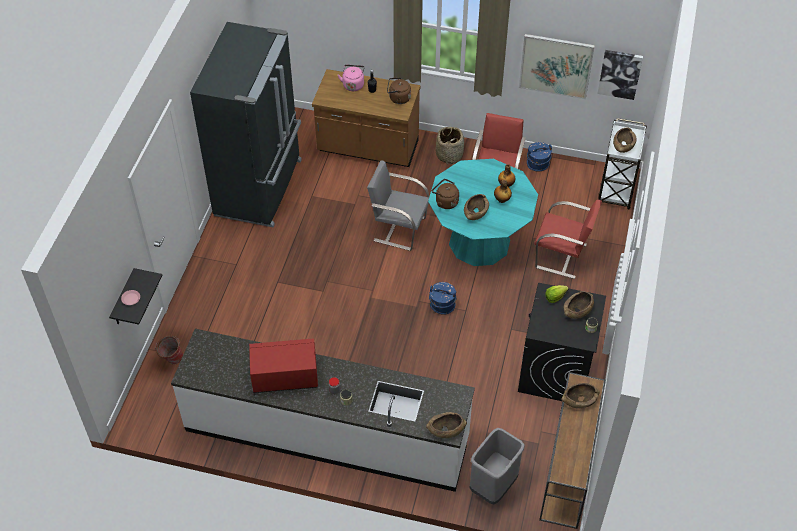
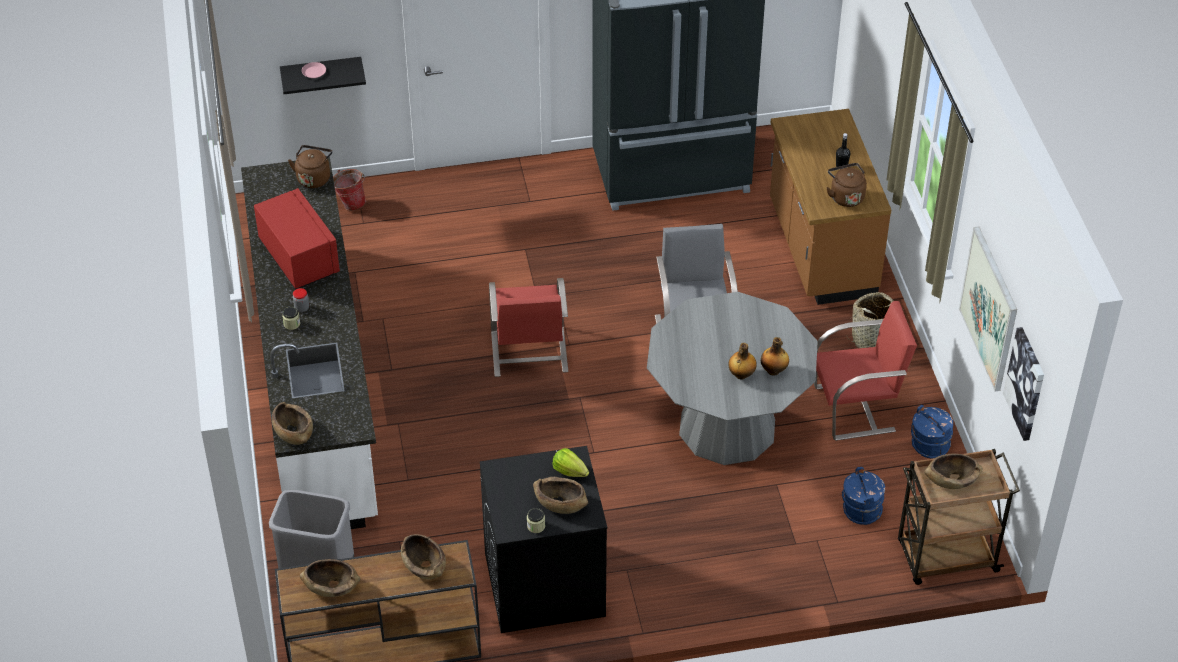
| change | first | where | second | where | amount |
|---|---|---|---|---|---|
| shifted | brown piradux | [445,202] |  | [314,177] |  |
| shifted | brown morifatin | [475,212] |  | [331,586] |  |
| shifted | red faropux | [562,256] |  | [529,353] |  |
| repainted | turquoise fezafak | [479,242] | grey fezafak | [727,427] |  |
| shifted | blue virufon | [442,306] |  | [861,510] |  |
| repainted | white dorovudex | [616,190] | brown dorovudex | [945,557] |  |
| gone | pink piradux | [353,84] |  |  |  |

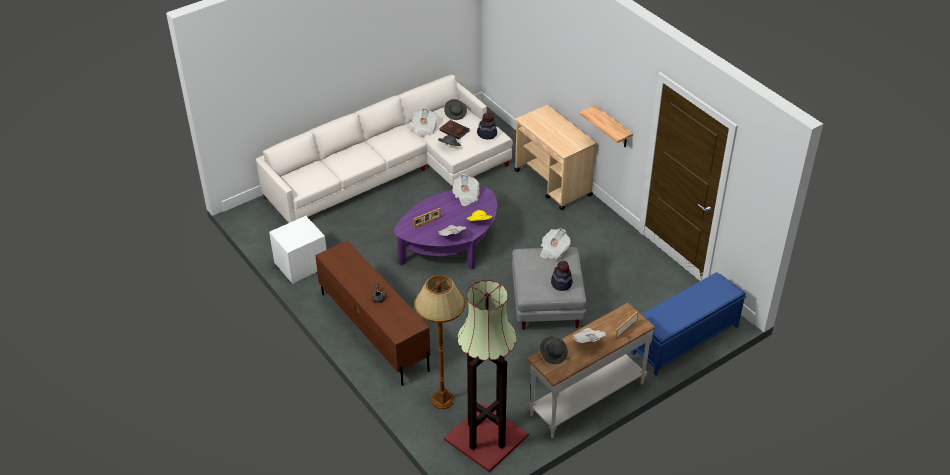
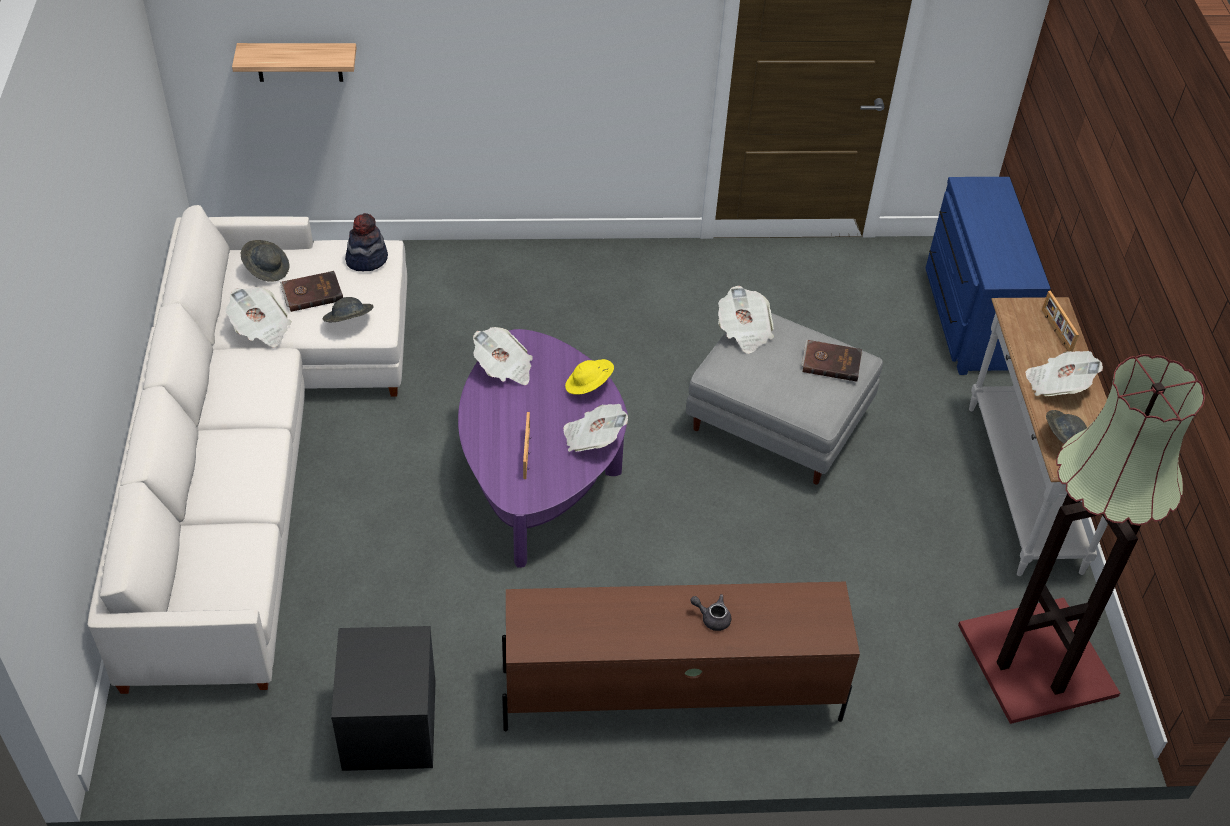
| change | first | where | second | where | amount |
|---|---|---|---|---|---|
| shifted | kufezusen | [613,127] |  | [299,62] |  |
| repainted | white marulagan | [301,265] | black marulagan | [390,726] |  |
| swapped | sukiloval | [561,283] | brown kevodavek | [831,362] |  |
| swapped | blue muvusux | [684,340] | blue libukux | [967,317] |  |
| gone | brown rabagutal | [442,399] |  |  |  |
| gone | beige dorovudex | [553,183] |  |  |  |

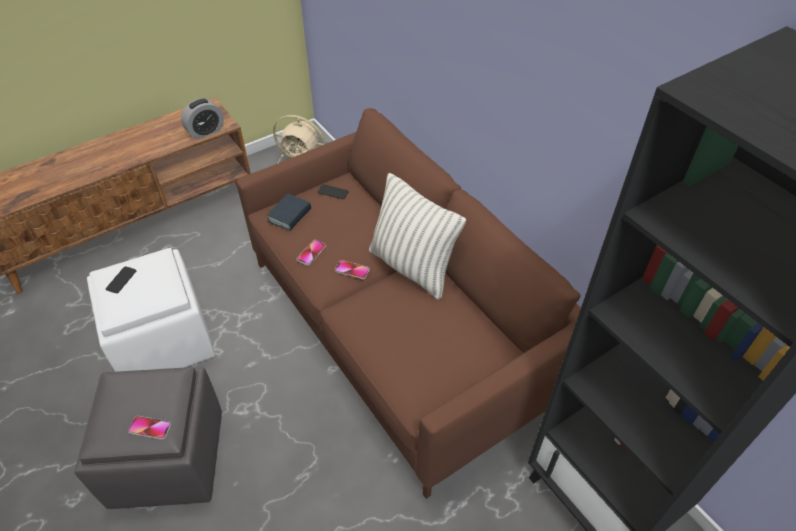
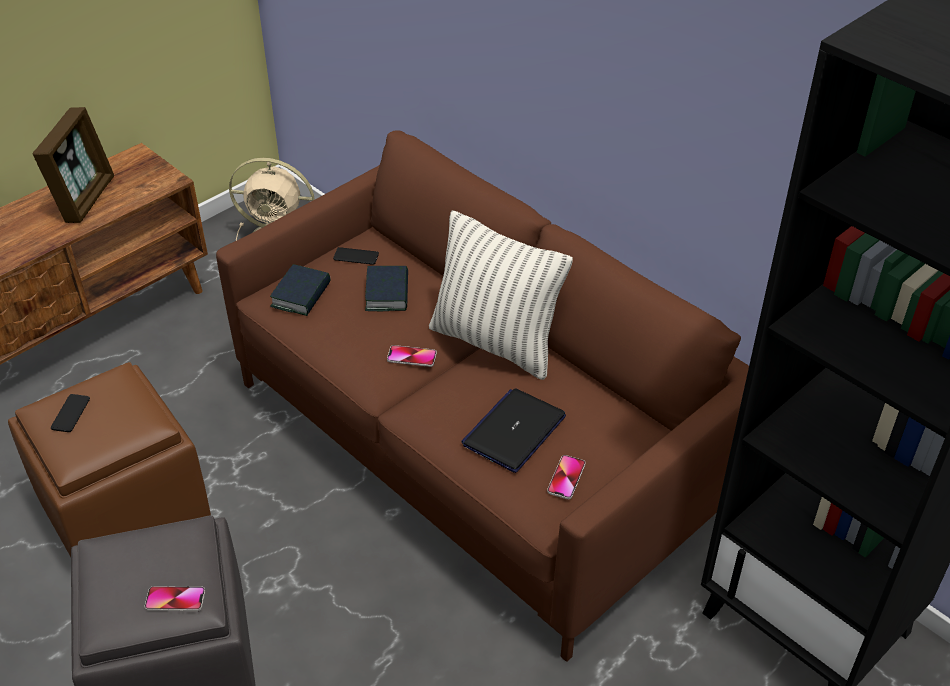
| change | first | where | second | where | amount |
|---|---|---|---|---|---|
| repainted | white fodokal | [164,340] | brown fodokal | [125,508] |  |
| new |  |  | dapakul | [85,199] |  |
| new |  |  | kevodavek | [387,293] |  |
| new |  |  | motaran | [514,431] |  |
| shifted | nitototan | [311,253] |  | [566,478] |  |
| gone | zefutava | [206,131] |  |  |  |

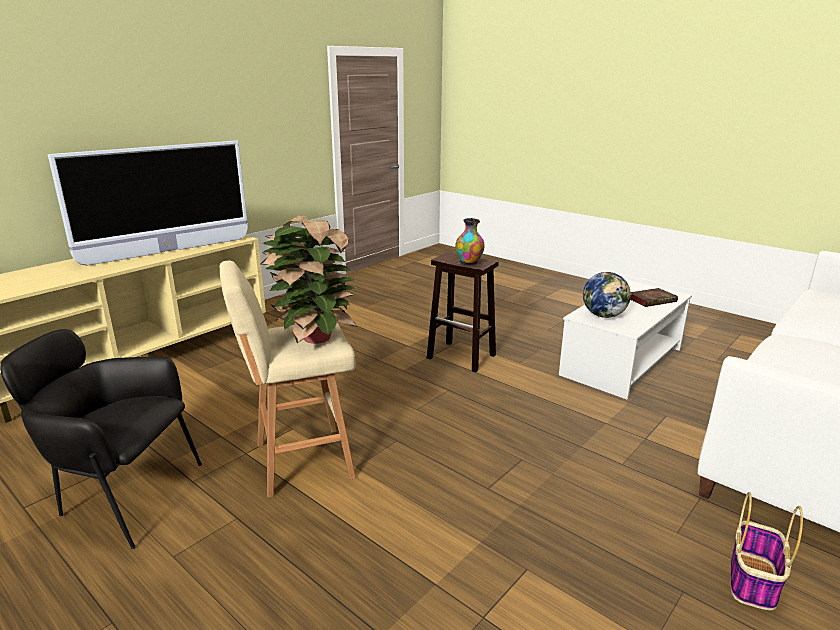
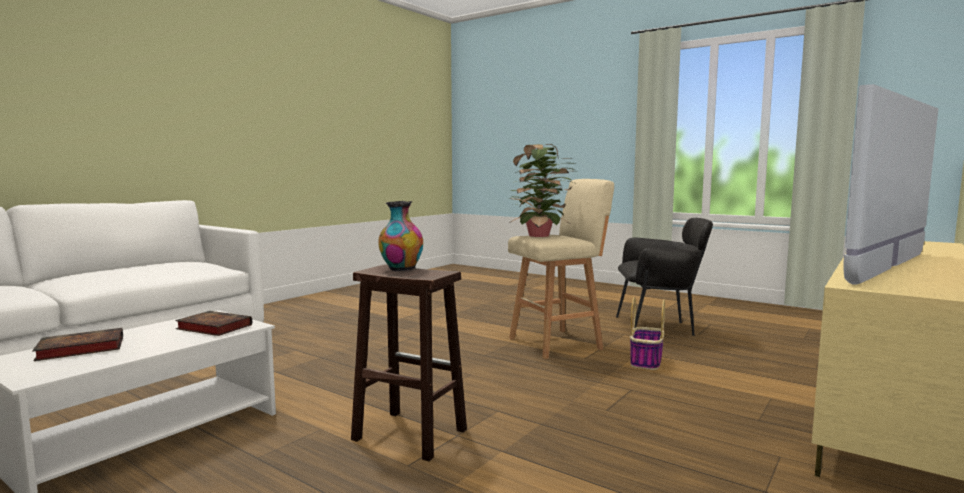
| change | first | where | second | where | amount |
|---|---|---|---|---|---|
| swapped | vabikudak | [604,315] | kevodavek | [212,327] |  |
| shifted | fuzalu | [753,581] |  | [646,361] |  |

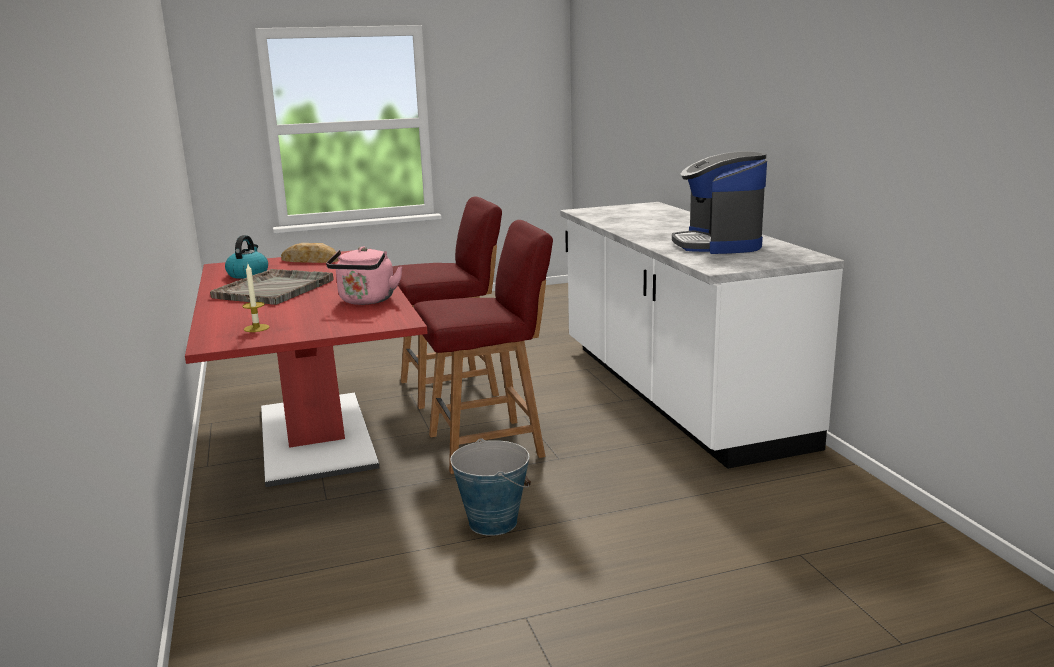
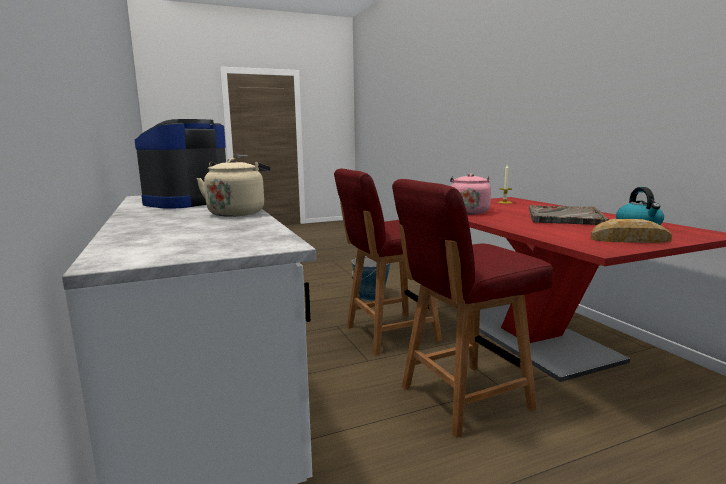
| change | first | where | second | where | amount |
|---|---|---|---|---|---|
| rotated | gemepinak | [718,244] |  | [186,202] | 135 degrees counterclockwise |
| new |  |  | beige piradux | [237,213] |  |

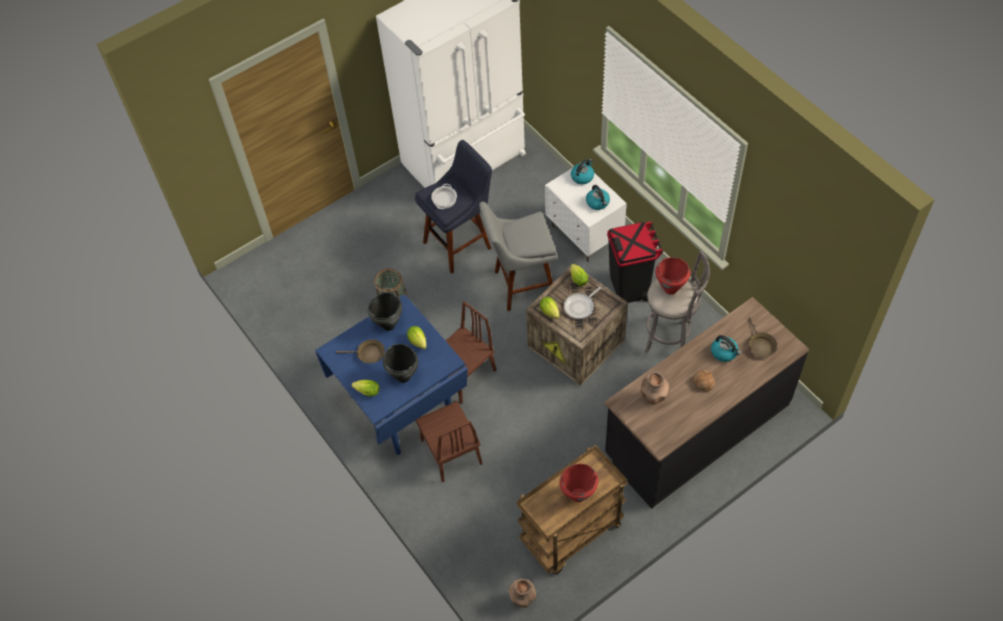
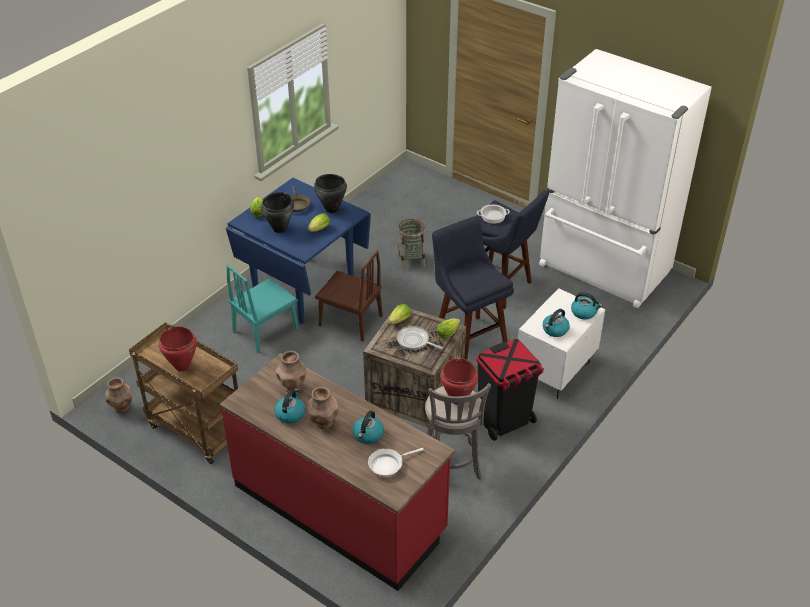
| change | first | where | second | where | amount |
|---|---|---|---|---|---|
| repainted | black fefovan | [696,429] | red fefovan | [340,508] |  |
| repainted | brown faropux | [451,451] | turquoise faropux | [266,330] |  |
| new |  |  | piradux | [290,414] |  |
| swapped | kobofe | [703,382] | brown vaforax | [323,423] |  |
| repainted | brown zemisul | [760,345] | white zemisul | [388,465] |  |
| repainted | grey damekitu | [520,286] | blue damekitu | [468,338] |  |

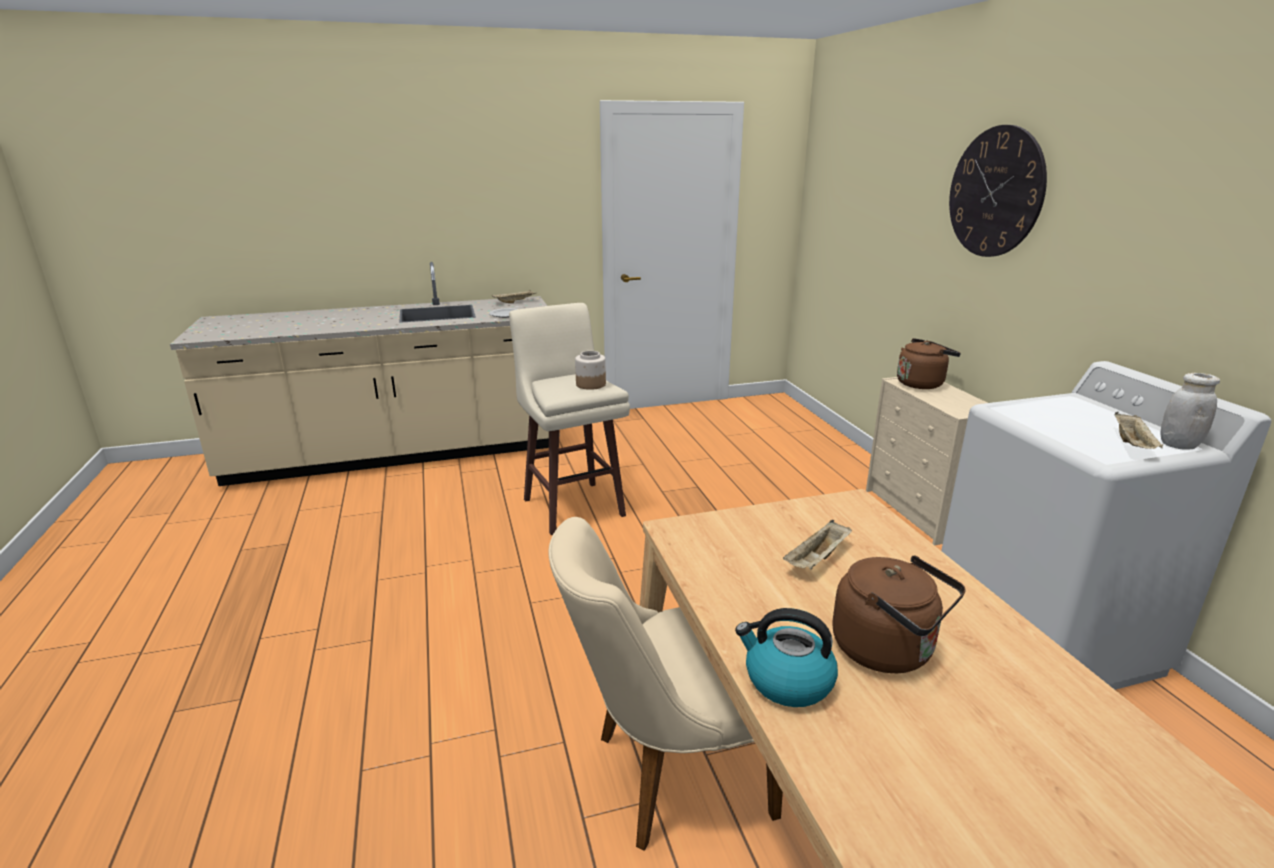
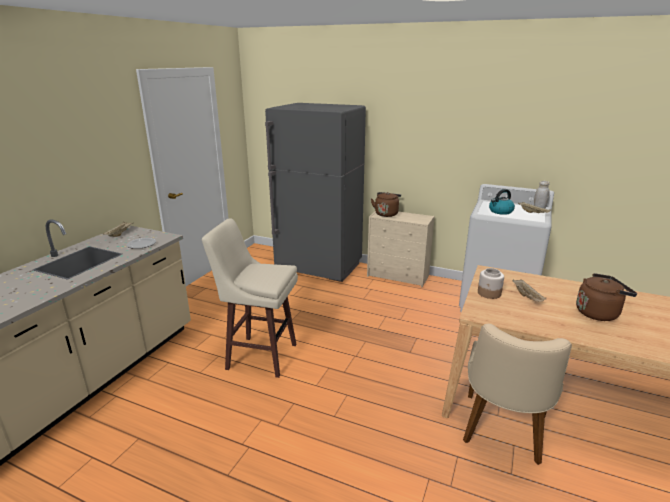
| change | first | where | second | where | amount |
|---|---|---|---|---|---|
| new |  |  | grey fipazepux | [319,269] |  |
| shifted | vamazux | [590,384] |  | [489,293] |  |
| shifted | piradux | [787,681] |  | [500,211] |  |
| gone | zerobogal | [995,192] |  |  |  |

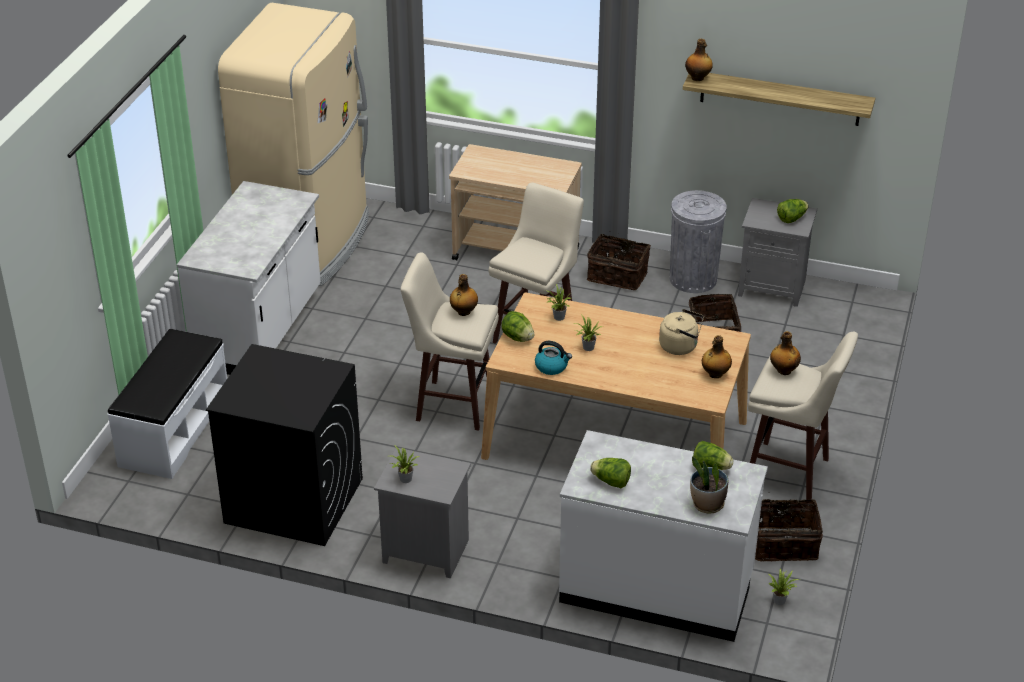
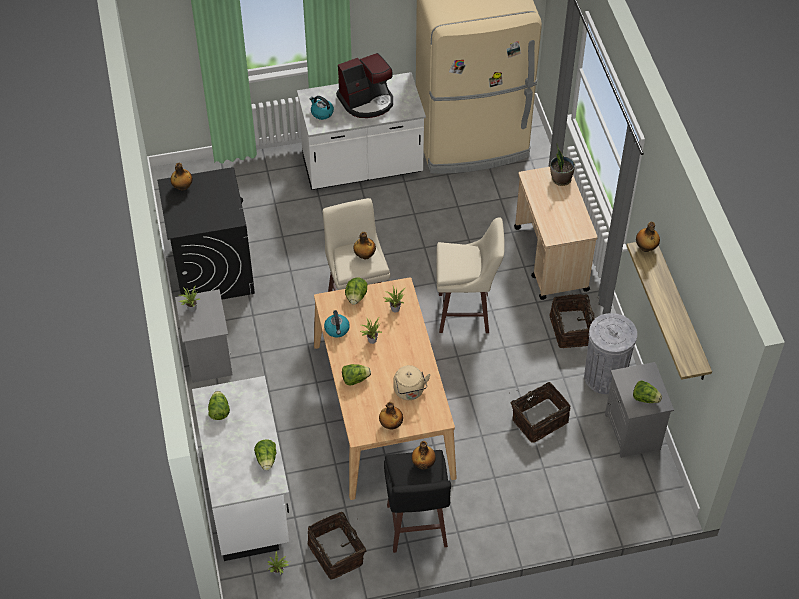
| change | first | where | second | where | amount |
|---|---|---|---|---|---|
| new |  |  | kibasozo | [182,187] |  |
| new |  |  | piradux | [321,113] |  |
| new |  |  | gemepinak | [367,101] |  |
| new |  |  | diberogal | [355,379] |  |
| repainted | beige damekitu | [789,472] | black damekitu | [416,528] |  |
| shifted | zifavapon | [707,504] |  | [560,179] |  |
| gone | white muvusux | [173,430] |  |  |  |

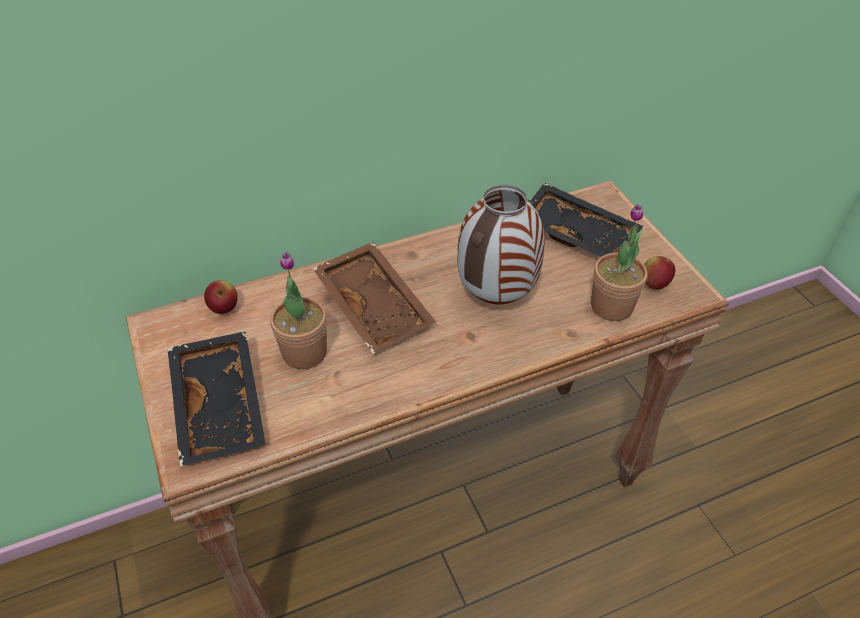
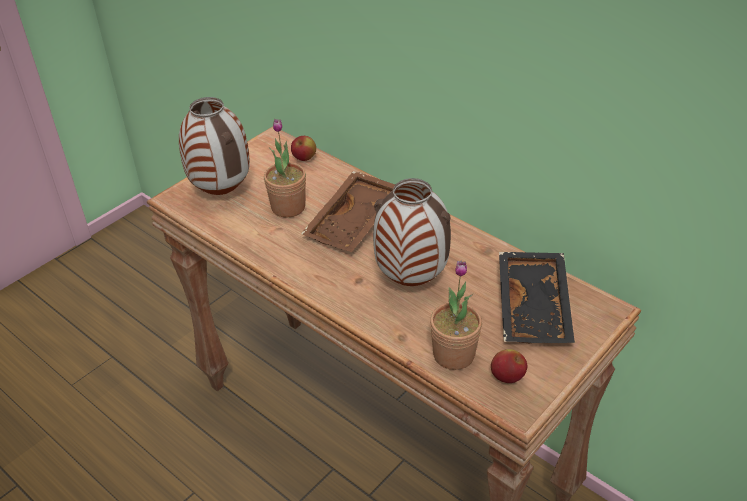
| change | first | where | second | where | amount |
|---|---|---|---|---|---|
| swapped | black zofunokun | [222,406] | vaforax | [223,192] |  |

